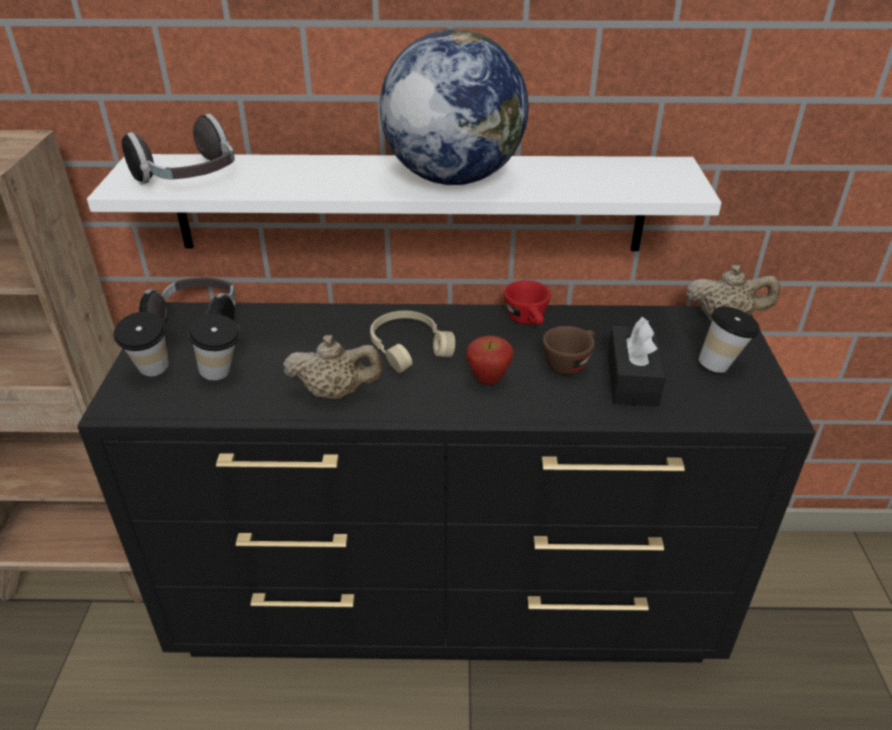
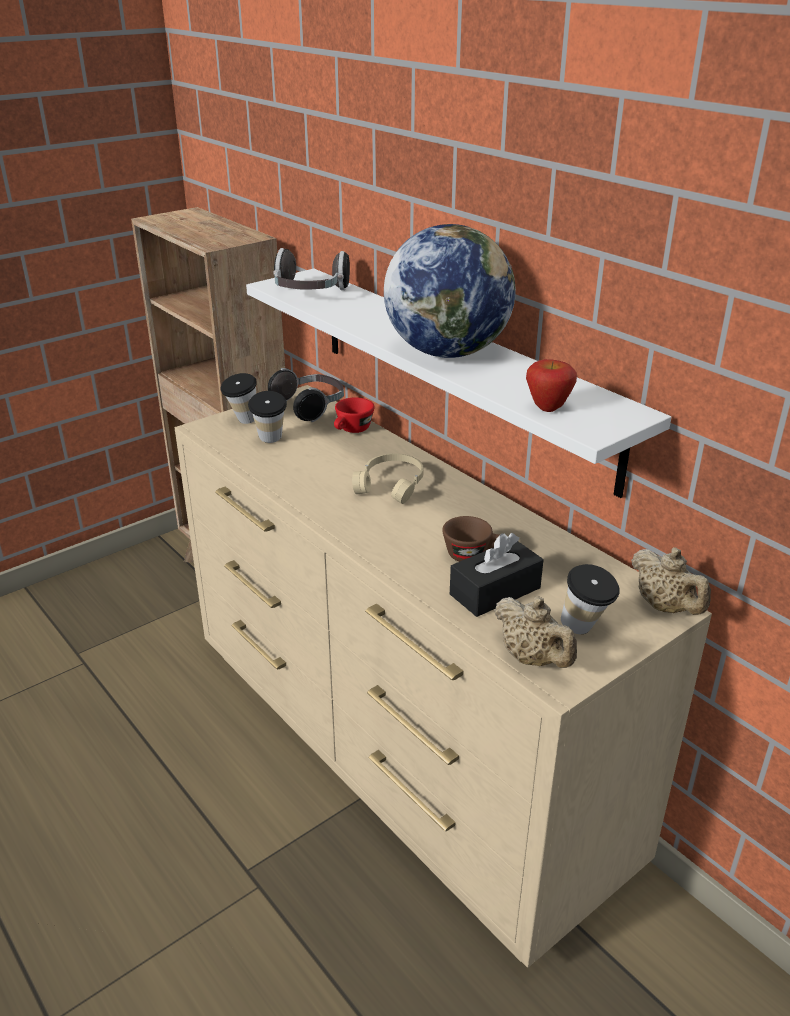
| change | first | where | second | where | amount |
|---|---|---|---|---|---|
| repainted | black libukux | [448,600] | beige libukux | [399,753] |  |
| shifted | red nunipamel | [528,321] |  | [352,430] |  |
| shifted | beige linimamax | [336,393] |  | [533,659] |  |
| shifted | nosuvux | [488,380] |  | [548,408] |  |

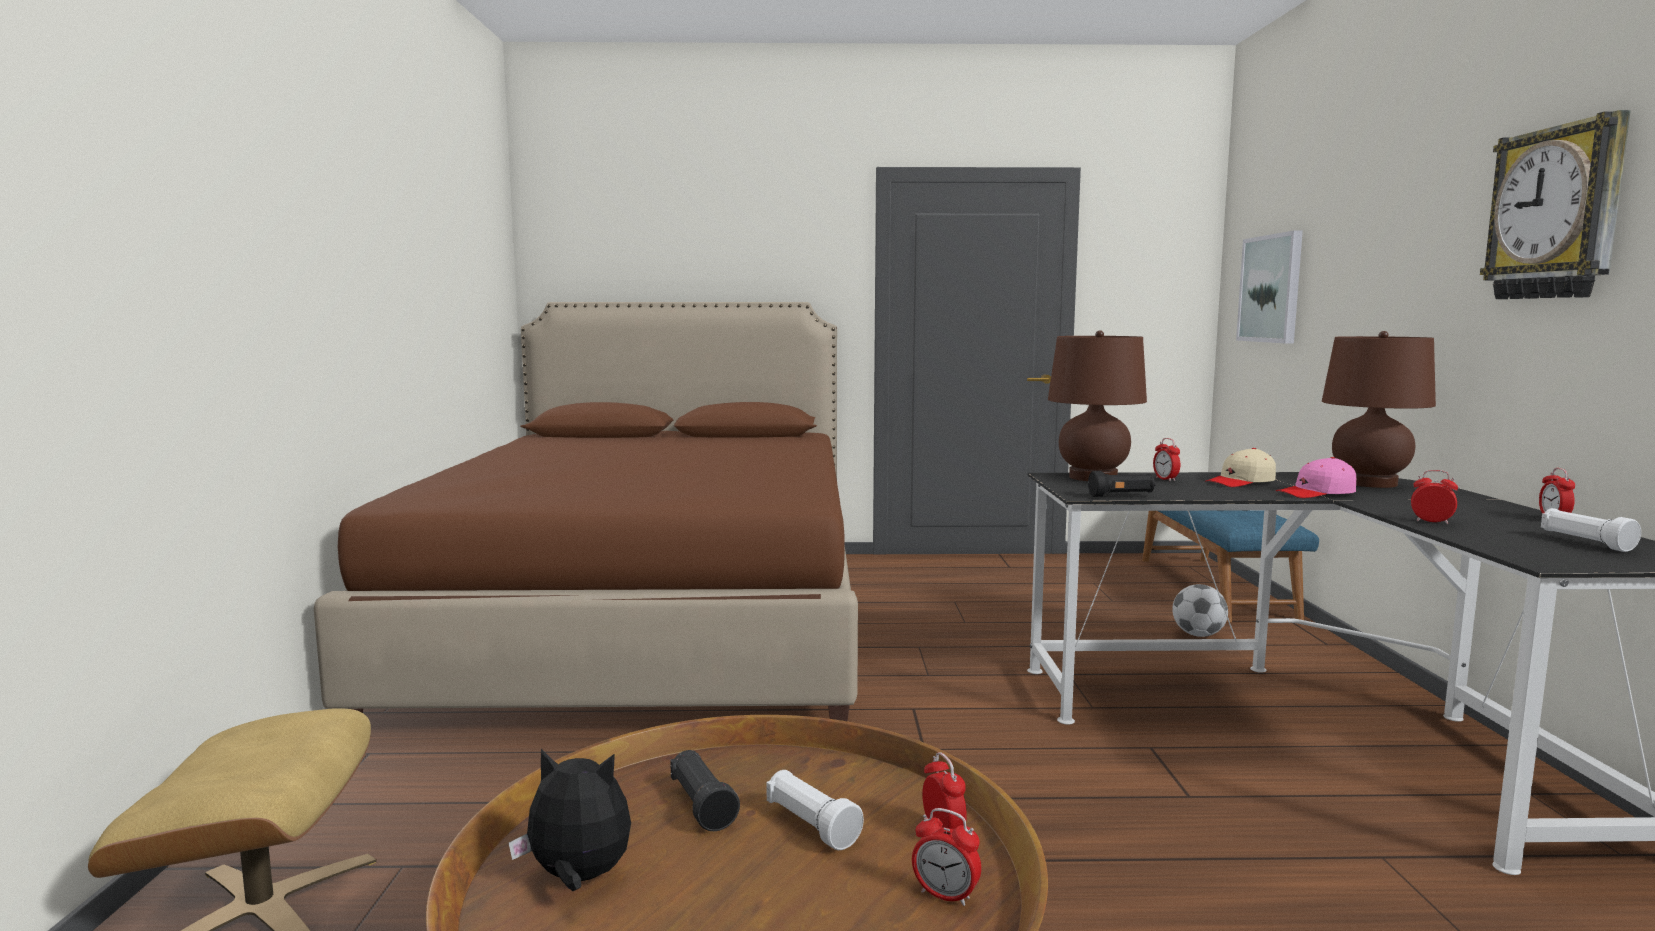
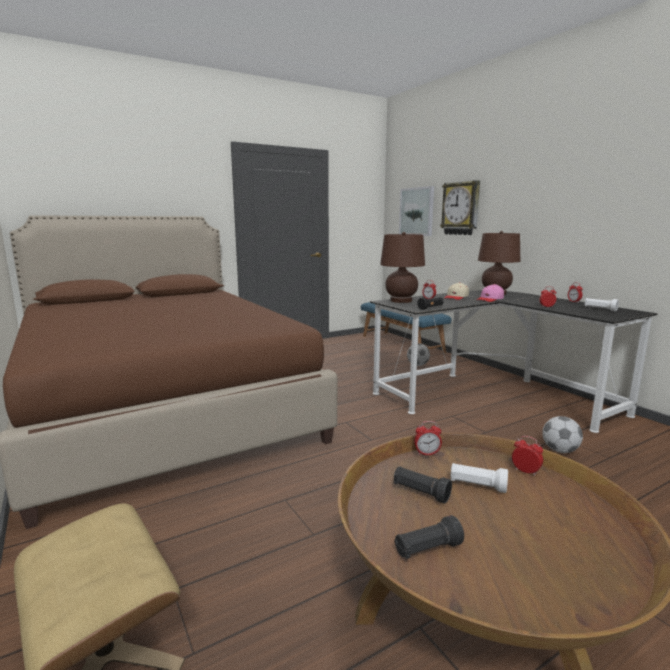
| change | first | where | second | where | amount |
|---|---|---|---|---|---|
| swapped | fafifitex | [578,879] | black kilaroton | [427,549] |  |
| shifted | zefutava | [945,895] |  | [427,454] |  |
| shifted | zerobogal | [1557,213] |  | [461,208] |  |
| new |  |  | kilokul | [560,450] |  |

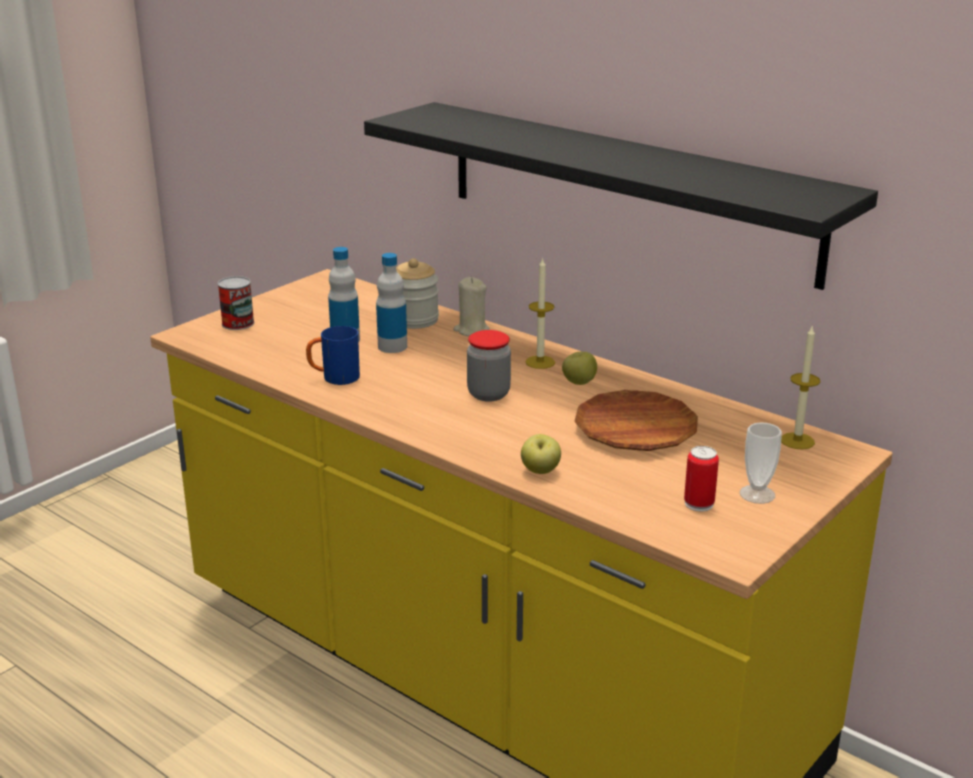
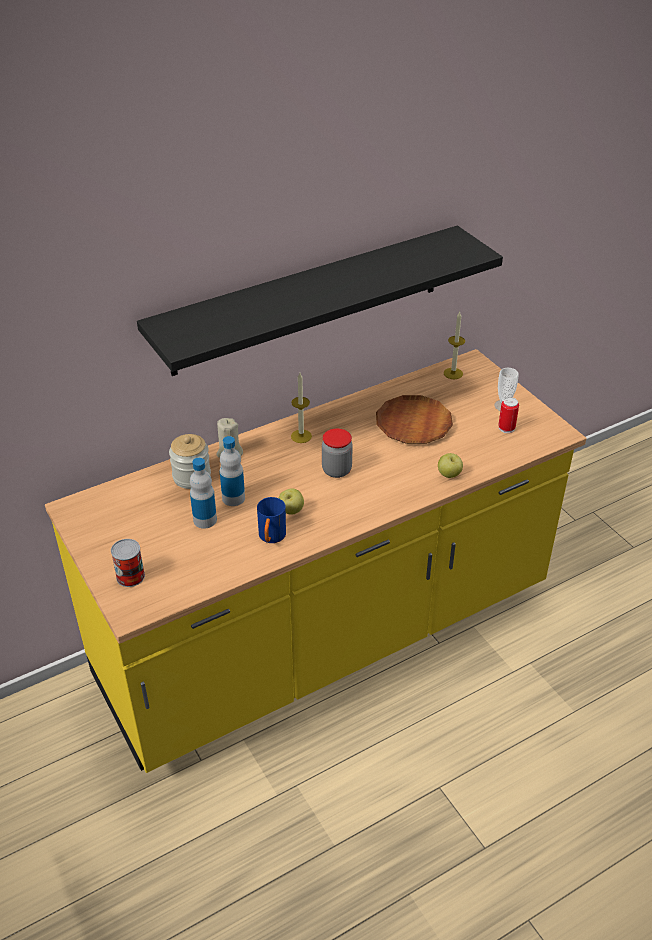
| change | first | where | second | where | amount |
|---|---|---|---|---|---|
| shifted | nosuvux | [578,383] |  | [291,511] |  |

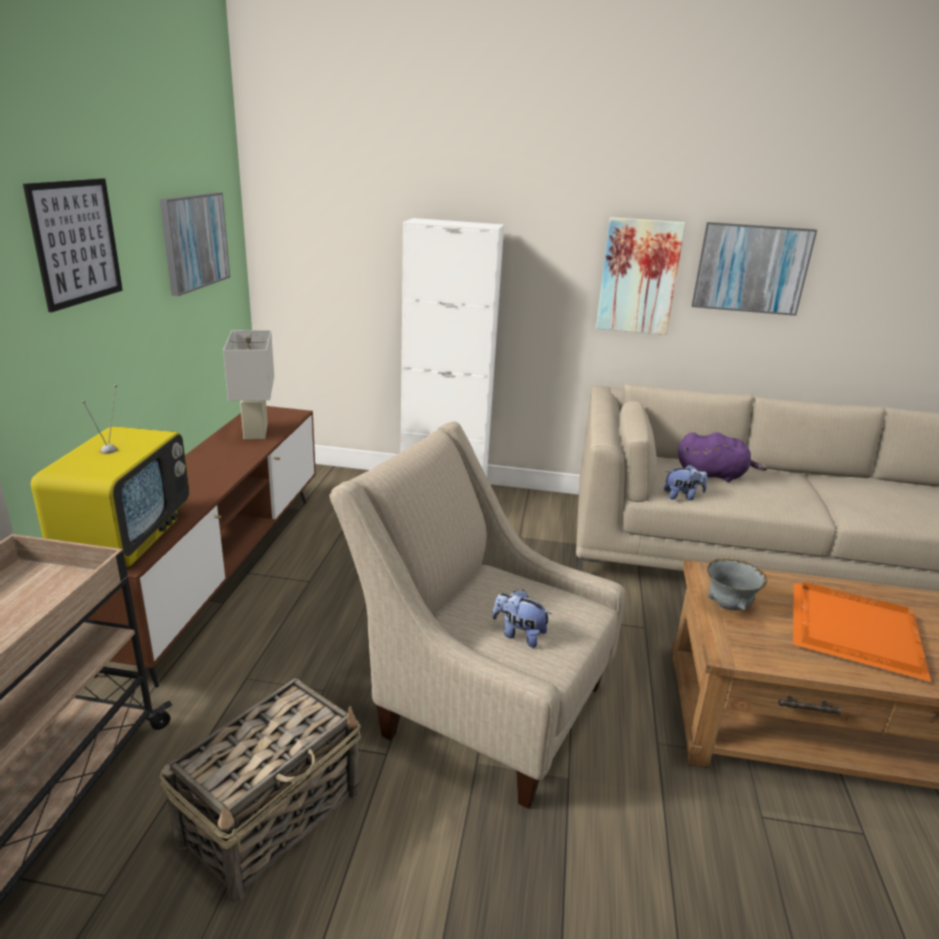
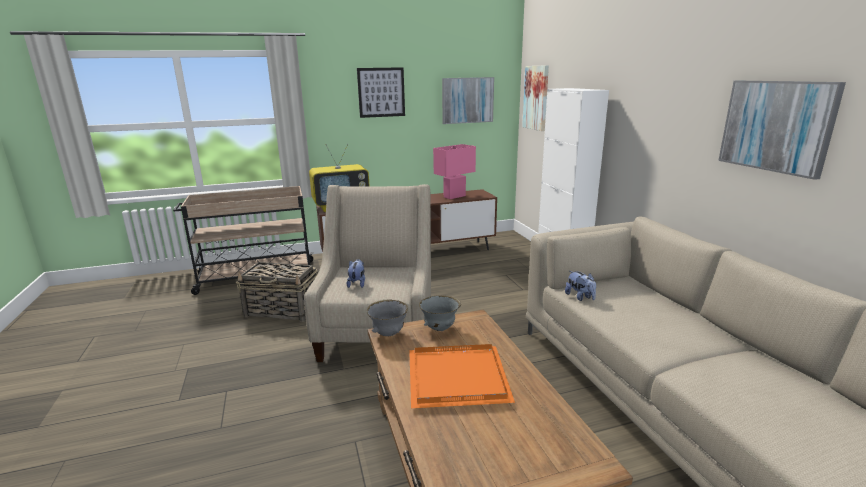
| change | first | where | second | where | amount |
|---|---|---|---|---|---|
| new |  |  | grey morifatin | [388,333] |  |
| repainted | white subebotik | [255,432] | pink subebotik | [454,196] |  |
| shifted | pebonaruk | [638,276] |  | [536,98] |  |
| gone | purple fafifitex | [713,475] |  |  |  |

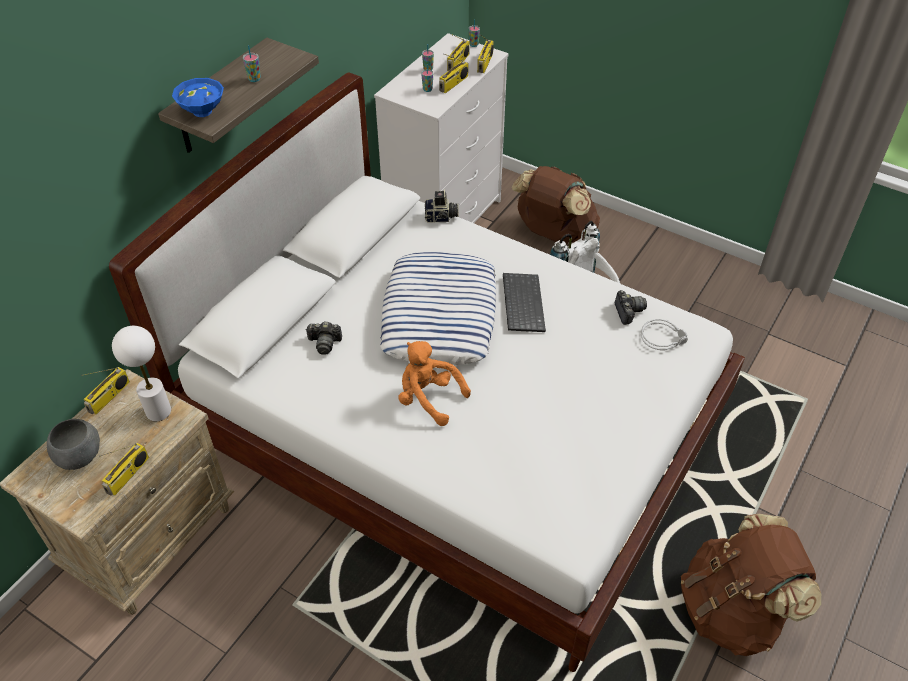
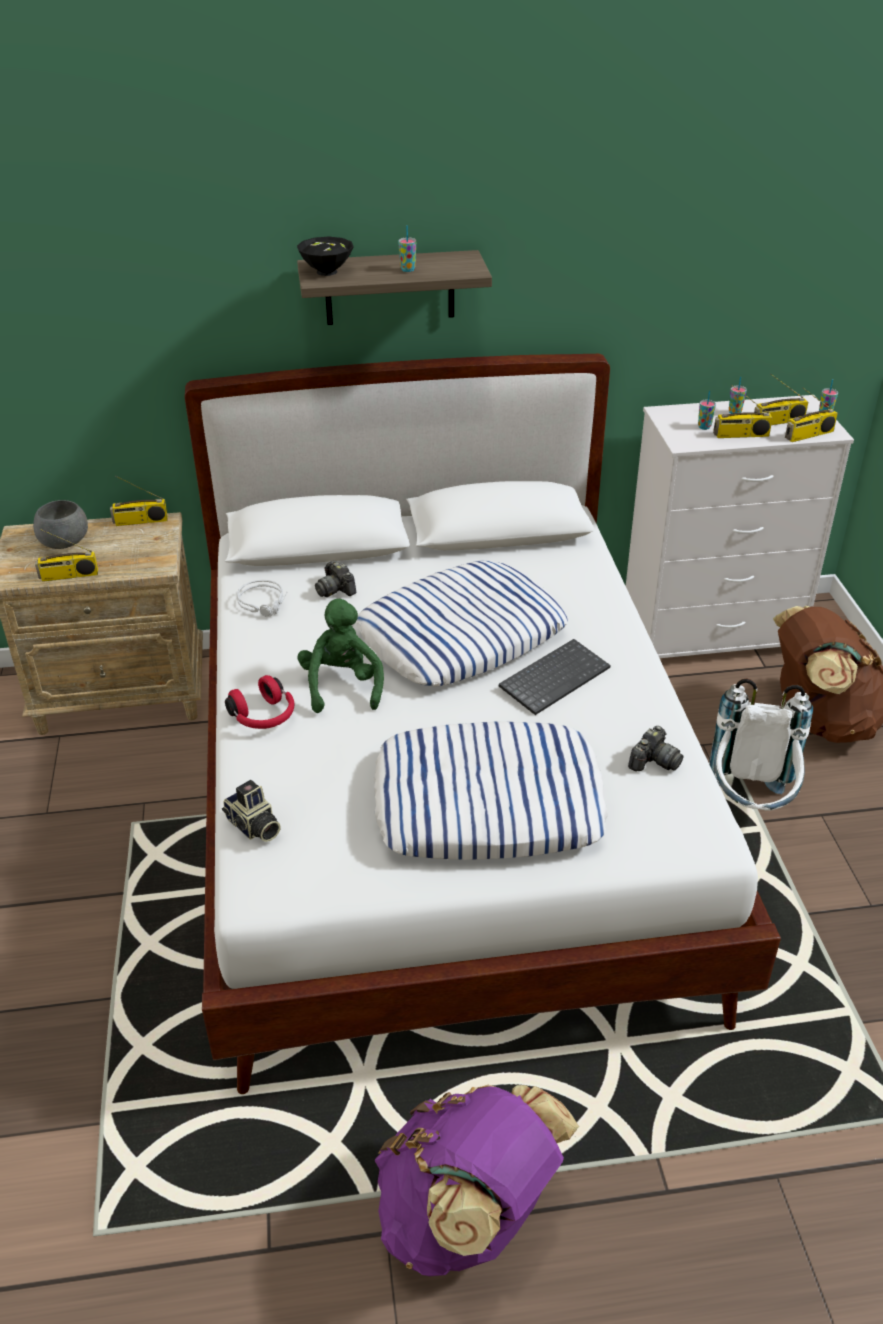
| change | first | where | second | where | amount |
|---|---|---|---|---|---|
| shifted | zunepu | [441,217] |  | [253,827] |  |
| new |  |  | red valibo | [264,717] |  |
| shifted | grey valibo | [663,337] |  | [264,603] |  |
| repainted | blue morifatin | [203,112] | black morifatin | [327,272] |  |
| repainted | orange fafifitex | [428,398] | green fafifitex | [342,686] |  |
| new |  |  | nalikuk | [488,803] |  |
| repainted | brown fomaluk | [732,610] | purple fomaluk | [468,1217] |  |
| gone | white subebotik | [158,411] |  |  |  |

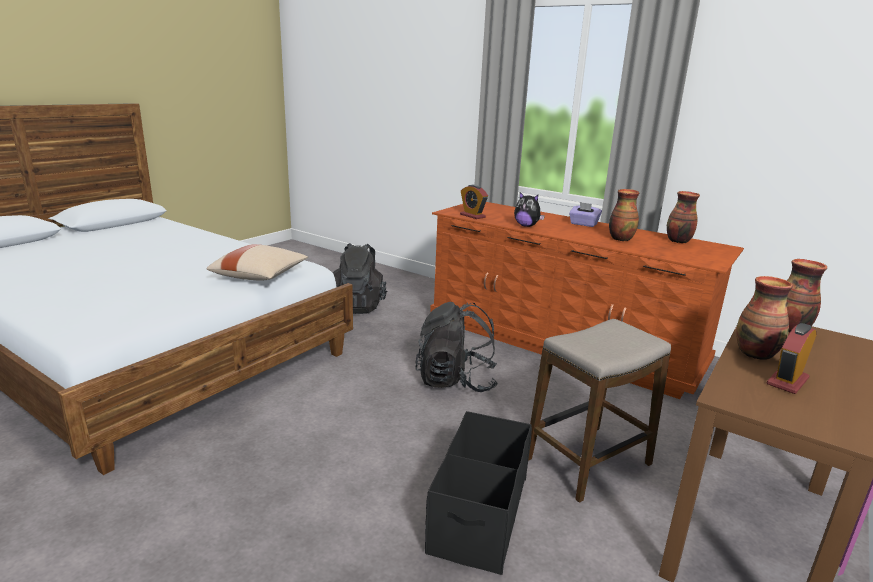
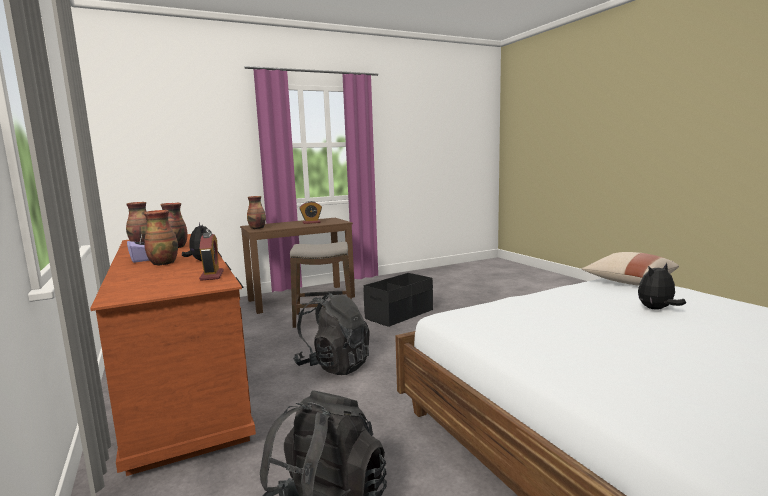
| change | first | where | second | where | amount |
|---|---|---|---|---|---|
| shifted | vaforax | [756,354] |  | [163,263] |  |
| shifted | beige nalikuk | [260,276] |  | [629,282] |  |
| new |  |  | fafifitex | [657,309] |  |

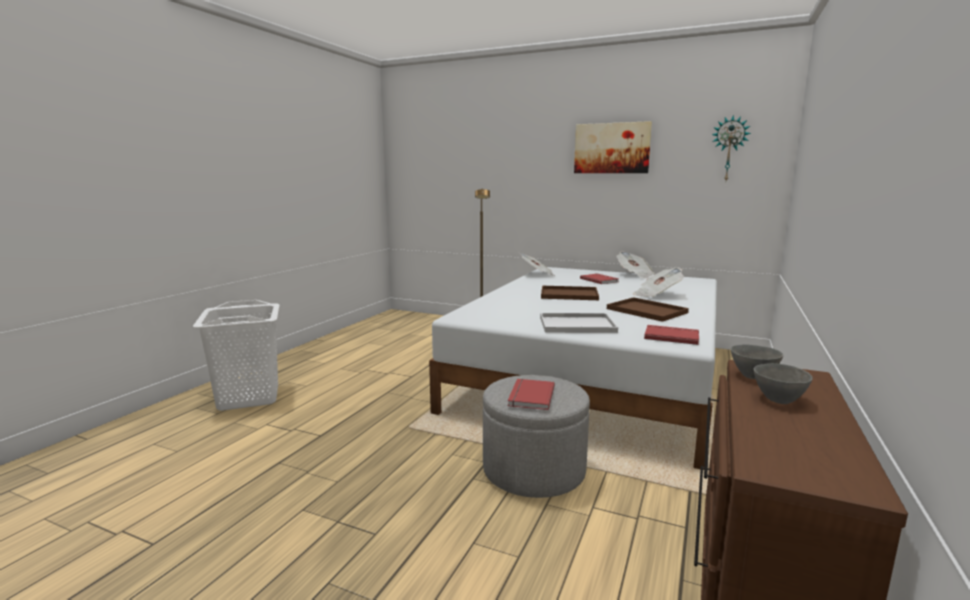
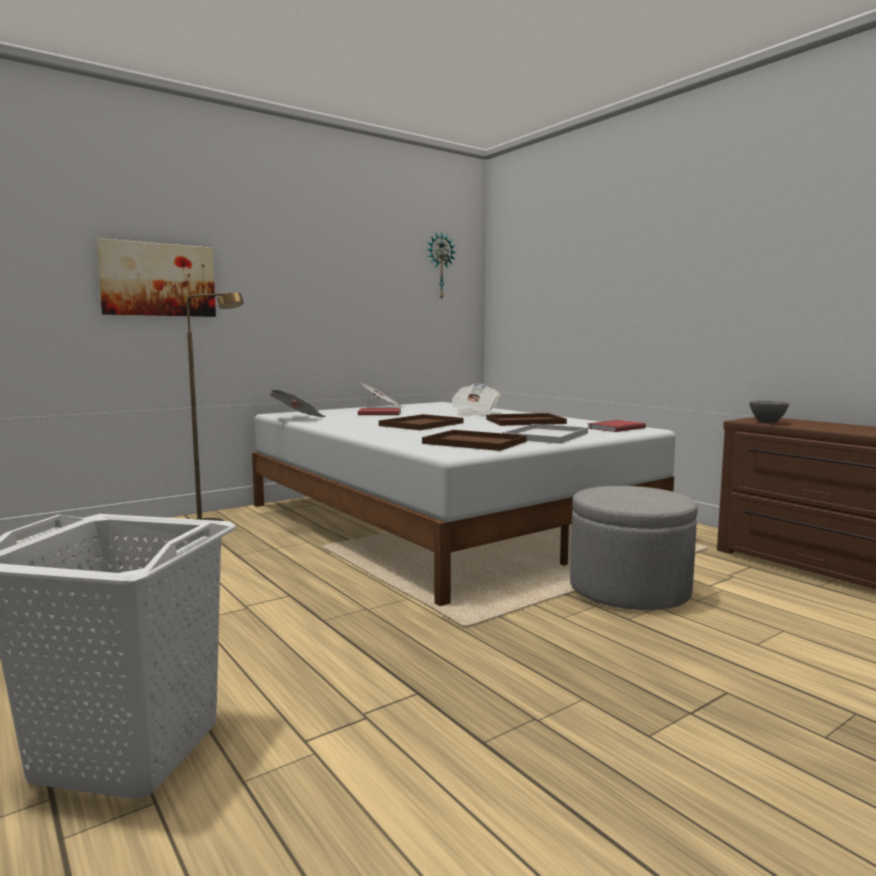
| change | first | where | second | where | amount |
|---|---|---|---|---|---|
| shifted | pebonaruk | [612,148] |  | [158,280] |  |
| new |  |  | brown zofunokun | [476,442] |  |
| gone | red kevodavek | [529,396] |  |  |  |
| gone | grey morifatin | [778,399] |  |  |  |

